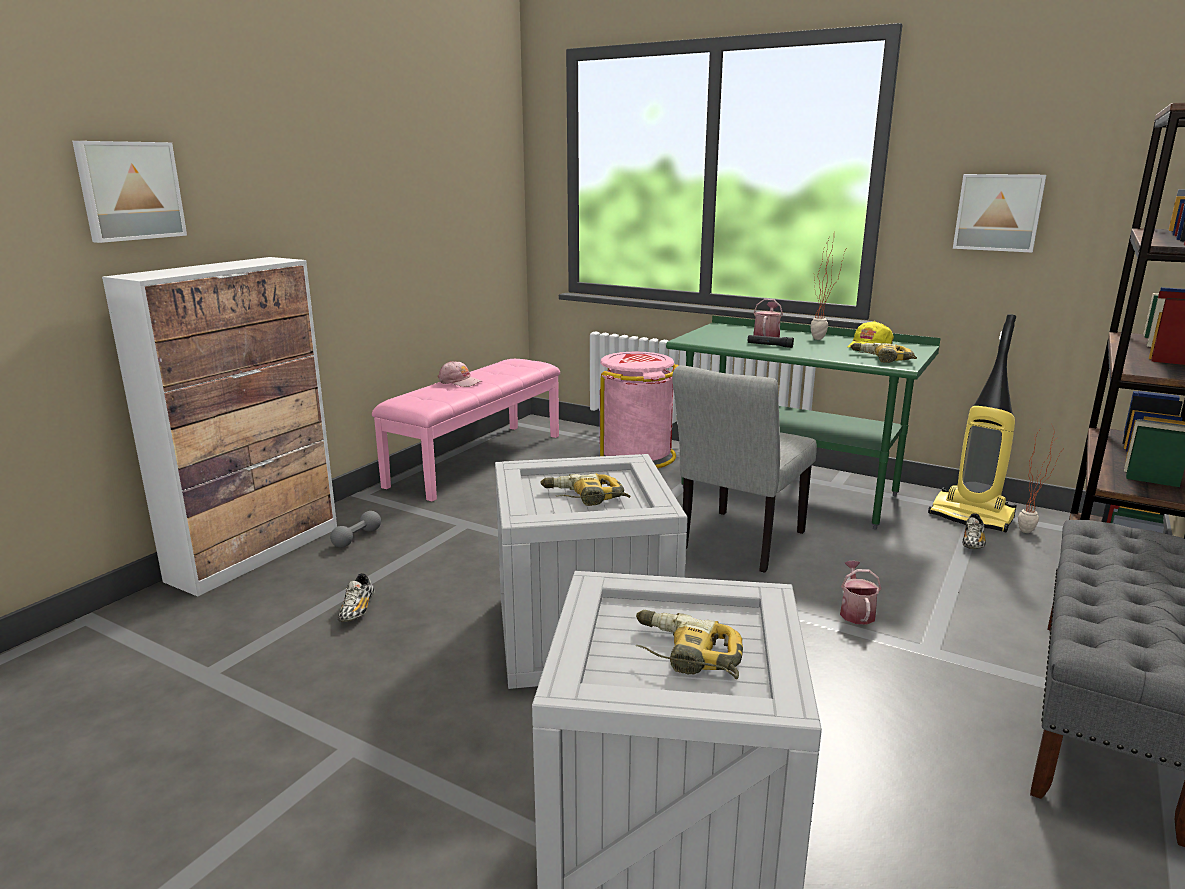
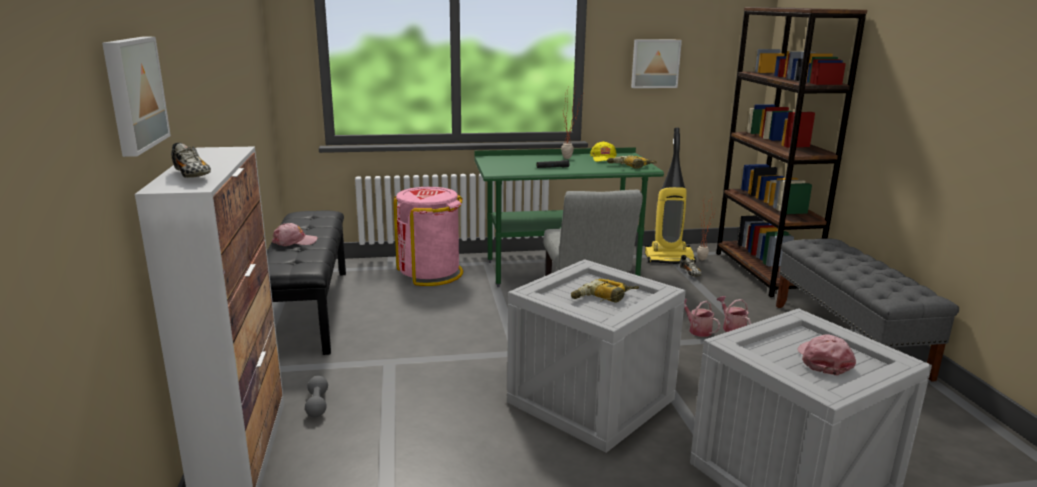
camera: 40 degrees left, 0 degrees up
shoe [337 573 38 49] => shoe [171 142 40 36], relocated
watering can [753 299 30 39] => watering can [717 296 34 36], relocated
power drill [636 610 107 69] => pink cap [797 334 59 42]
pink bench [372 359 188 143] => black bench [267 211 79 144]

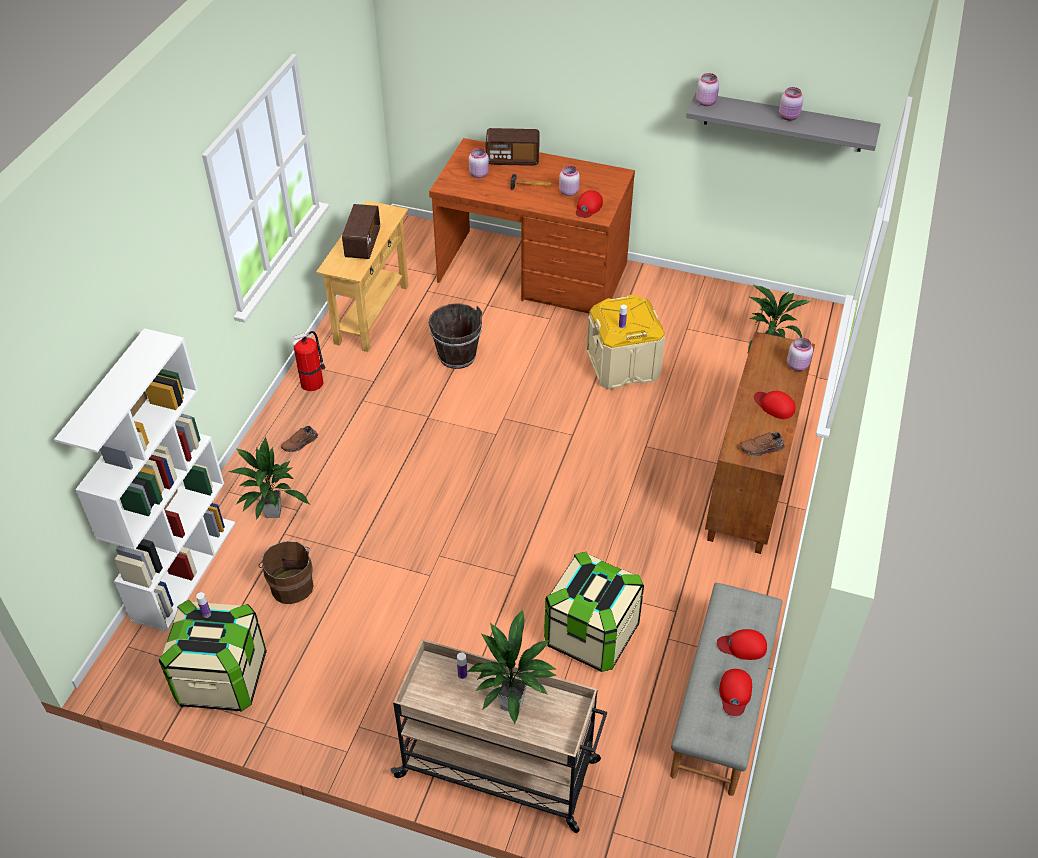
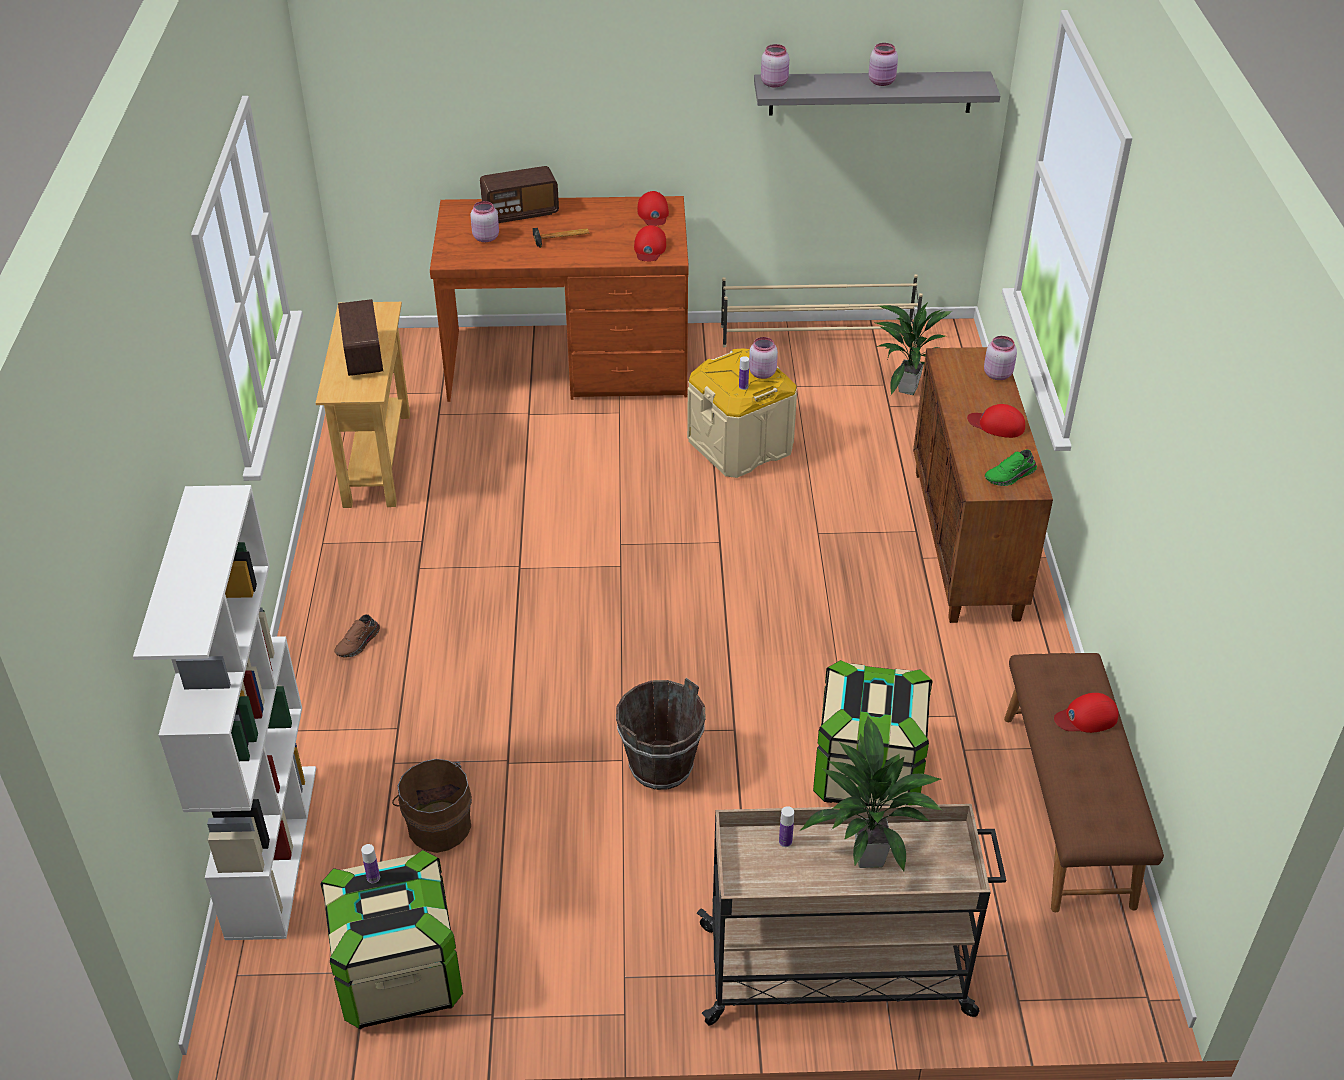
camera: 20 degrees left, 5 degrees down
potted plant [228 436 82 84] => nothing
fire extinguisher [292 331 34 60] => nothing
nothing => beige shoe rack [721 274 202 74]
brown bucket [428 303 54 66] => brown bucket [616 678 90 112], relocated
pink jar [559 166 21 30] => pink jar [749 337 29 42], relocated
red cap [719 669 33 47] => red cap [637 191 32 35], relocated
grey bench [670 583 113 213] => brown bench [1004 653 160 259]
brown shoe [740 432 45 24] => green shoe [985 450 52 36]

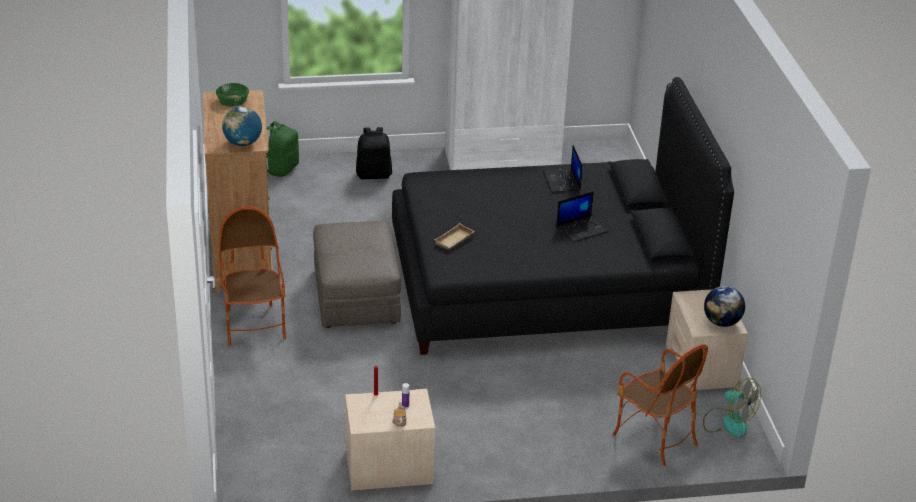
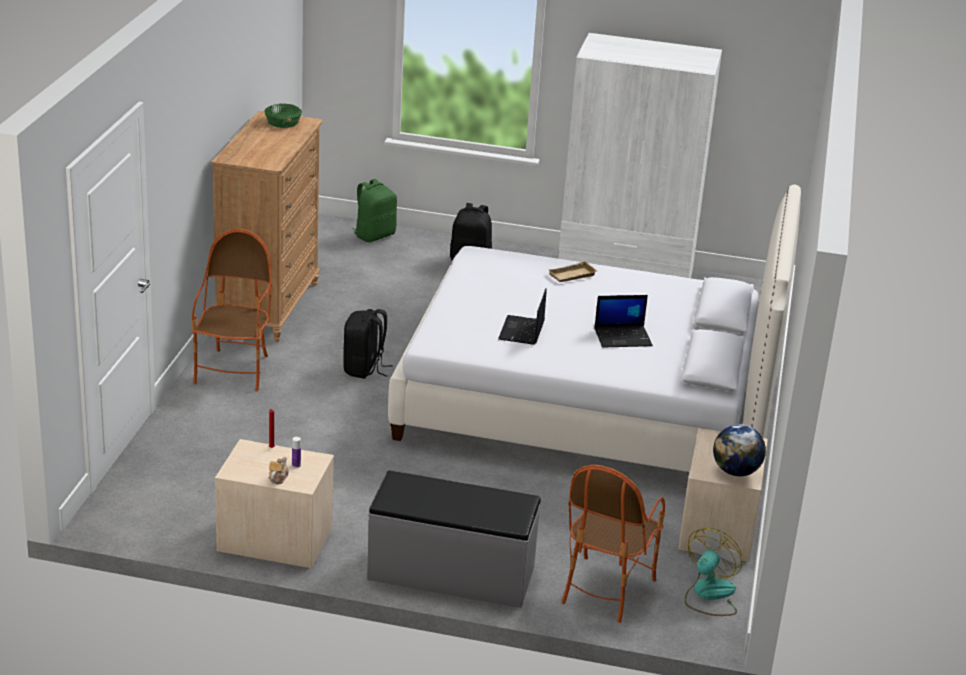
camera: 20 degrees right, 5 degrees down
globe [222 107 40 39] => nothing
nothing => grey bench [367 471 174 137]
beige tray [434 223 41 26] => beige tray [548 261 49 21], relocated
laptop [543 145 39 47] => laptop [498 288 49 57], relocated
grey ottoman [313 221 88 107] => black backpack [343 309 50 70]
black bed [392 77 342 278] => white bed [388 185 413 287]
armchair [612 344 96 122] => armchair [561 465 104 158], 45 degrees clockwise
fan [703 378 58 60] => fan [685 528 57 88], 120 degrees counterclockwise

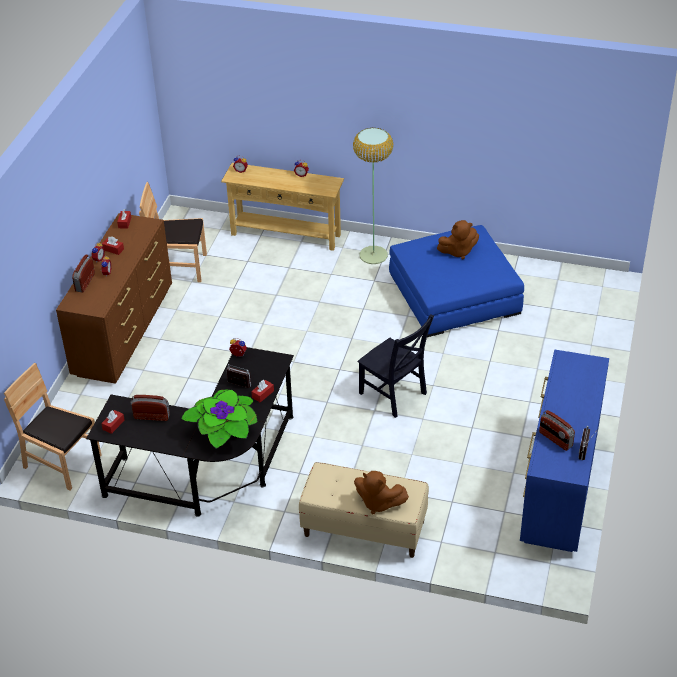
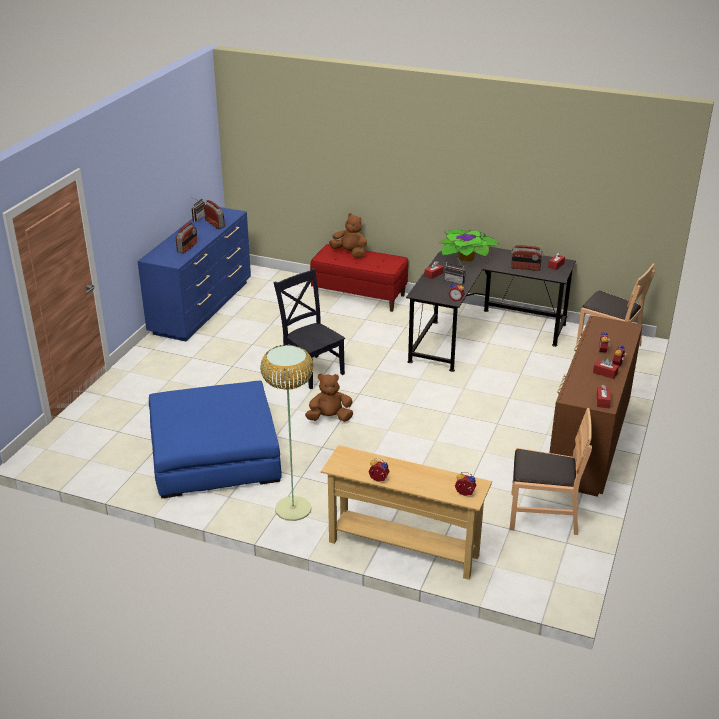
camera: 175 degrees left, 10 degrees down
radio [72 255 23 37] => radio [176 222 21 31], relocated
brown plush toy [437 220 42 39] => brown plush toy [305 373 48 49], relocated
beige bench [299 462 130 96] => red bench [310 244 98 68]

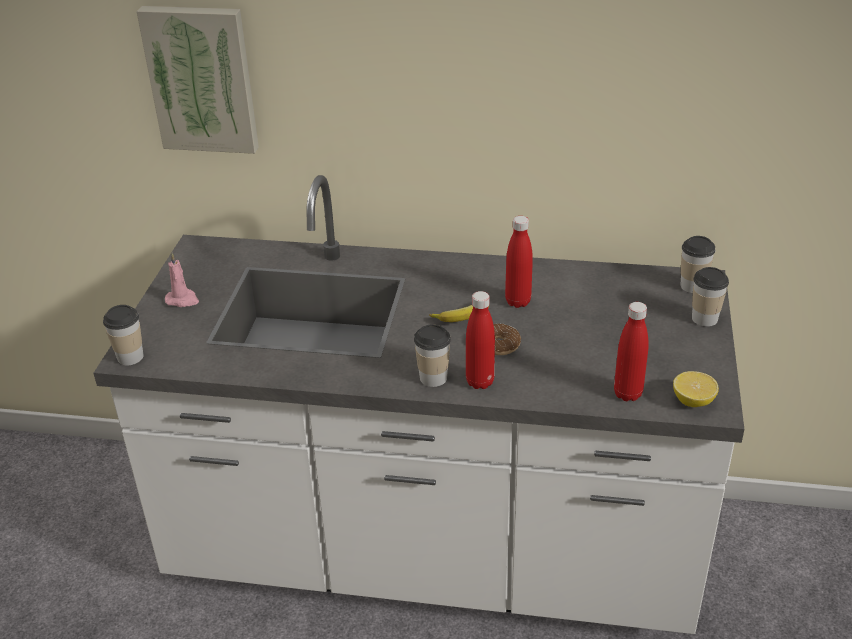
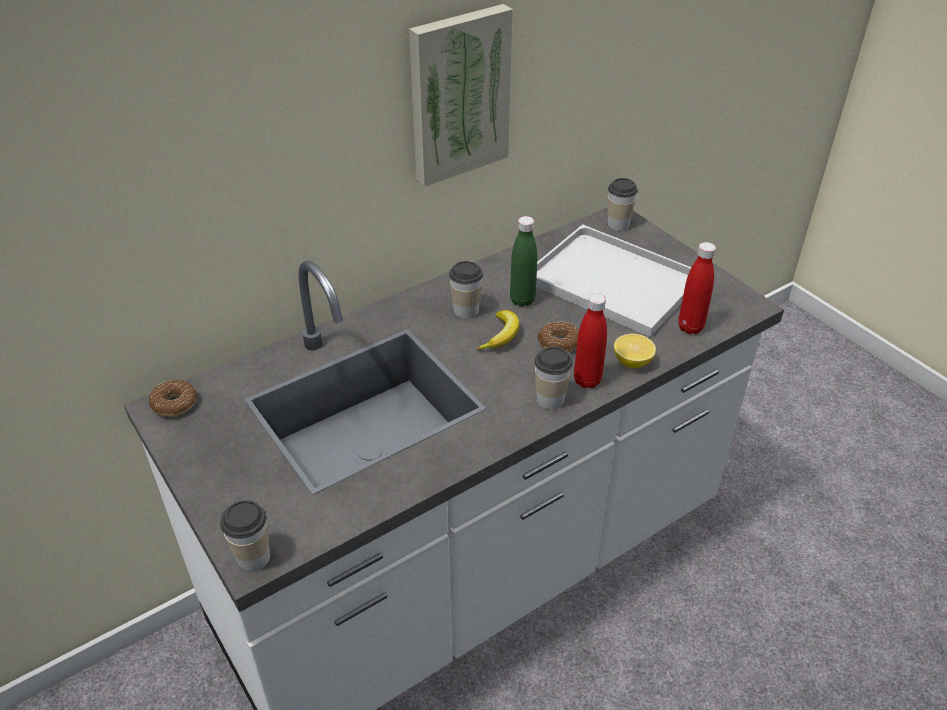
camera: 45 degrees left, 5 degrees up
pink candle [165 253 34 54] => nothing
nothing => donut [149 380 48 37]
nothing => white tray [536 224 156 113]
picture [136 6 123 148] => picture [409 4 104 183], relocated
lemon [673 371 46 36] => lemon [614 334 42 34], relocated
cup [692 267 37 60] => cup [449 261 34 57], relocated
red bottle [505 216 28 92] => green bottle [510 216 27 91]

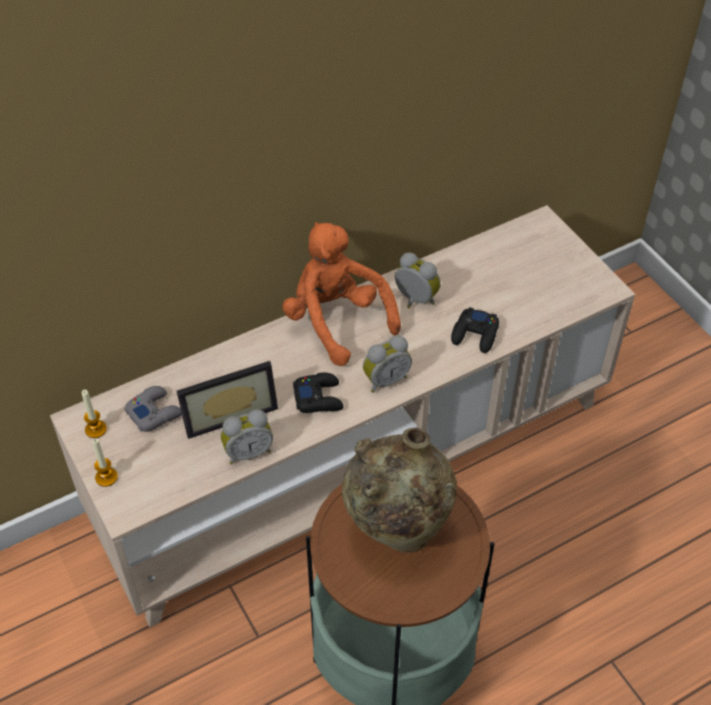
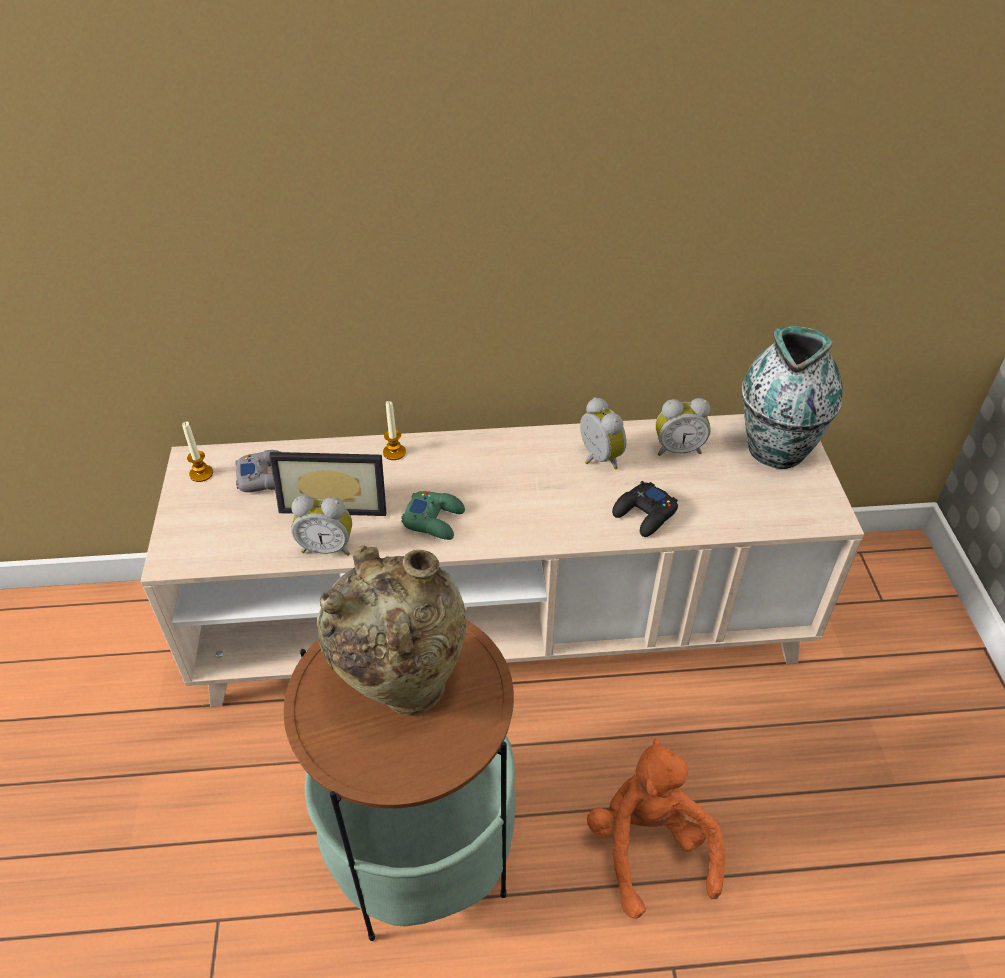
camera: 25 degrees right, 5 degrees down
nothing => vase [742 326 101 143]
candle [92 439 26 48] => candle [383 401 23 59], relocated
orange plush toy [282 222 119 144] => orange plush toy [587 738 139 181], relocated
alarm clock [363 336 49 57] => alarm clock [656 398 55 58], relocated
black game controller [293 373 51 40] => green game controller [401 491 64 49]

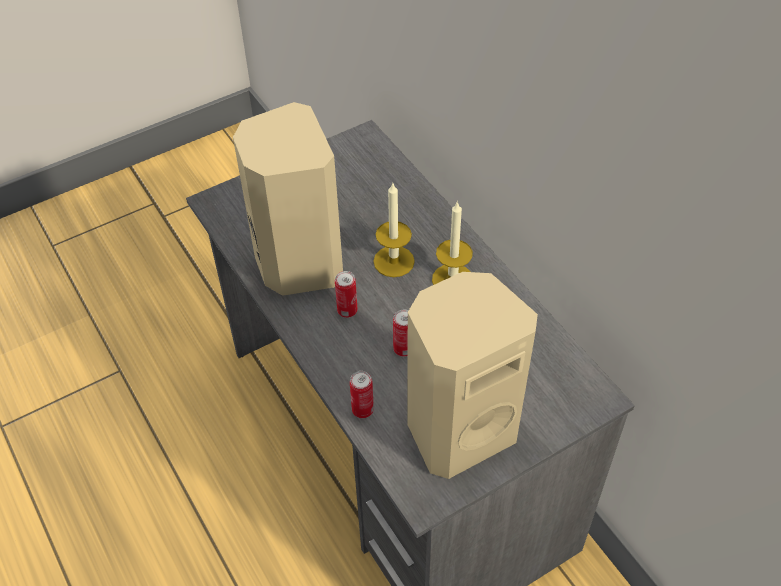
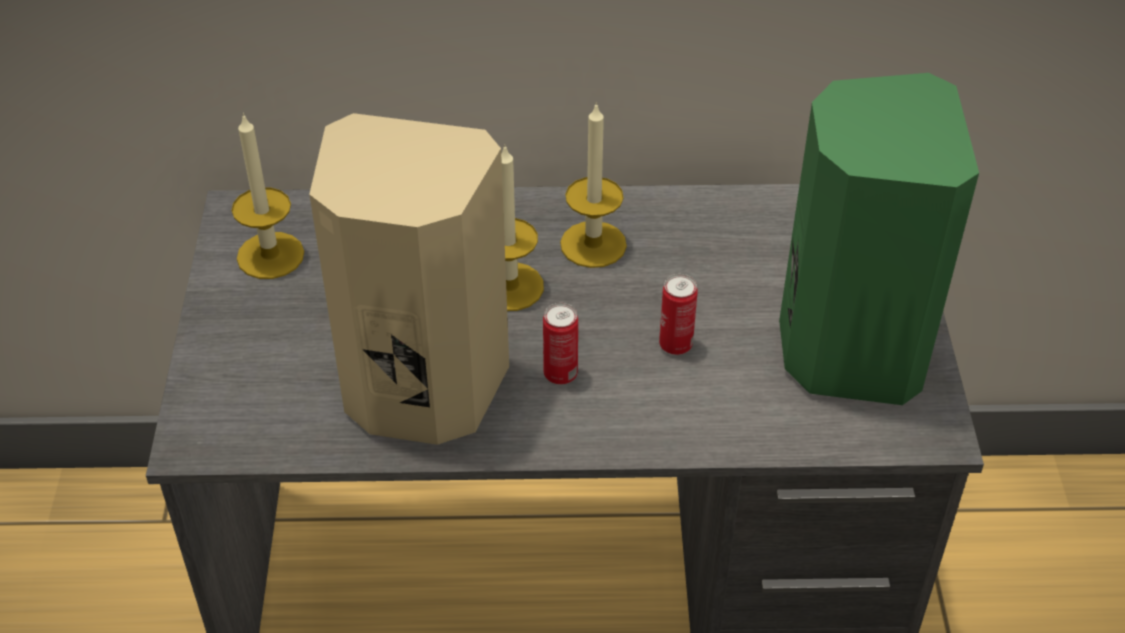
camera: 60 degrees left, 5 degrees down
can [350 371 24 47] => nothing
nothing => candle [231 113 73 166]
beige speaker [407 272 131 207] => green speaker [779 73 200 332]

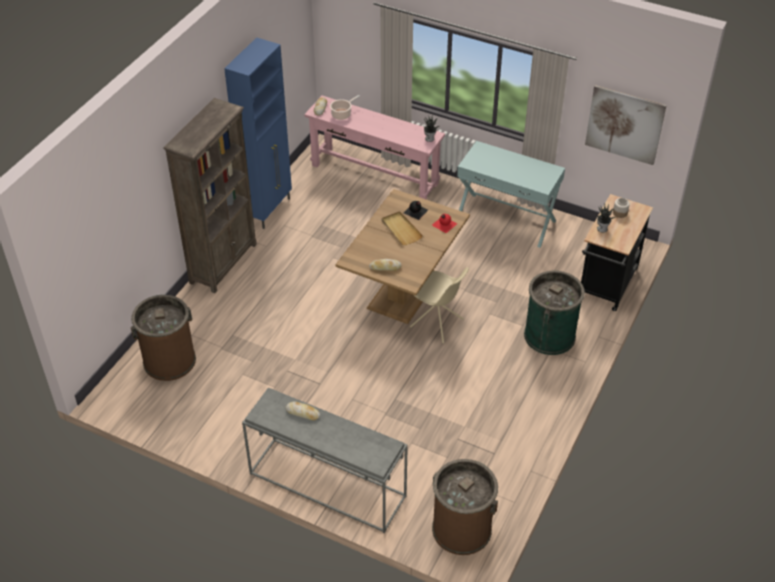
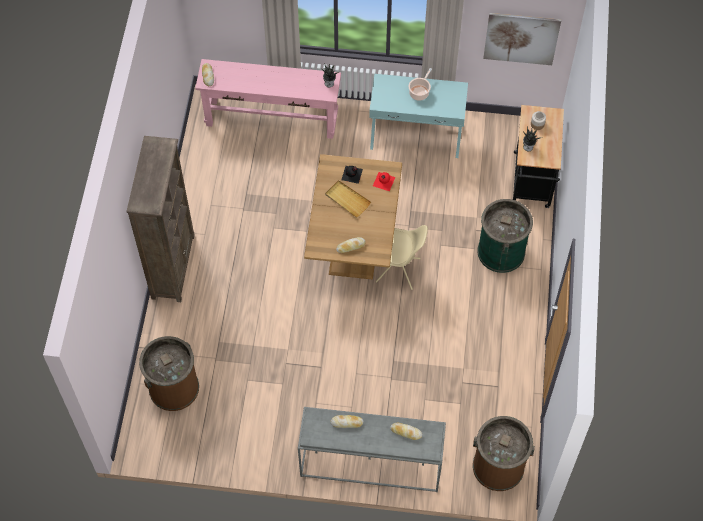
camera: 20 degrees left, 15 degrees up
blue cabinet [224 38 68 191] => nothing
nothing => bread [390 423 32 17]
cooking pot [330 95 30 25] => cooking pot [409 68 23 33], relocated

